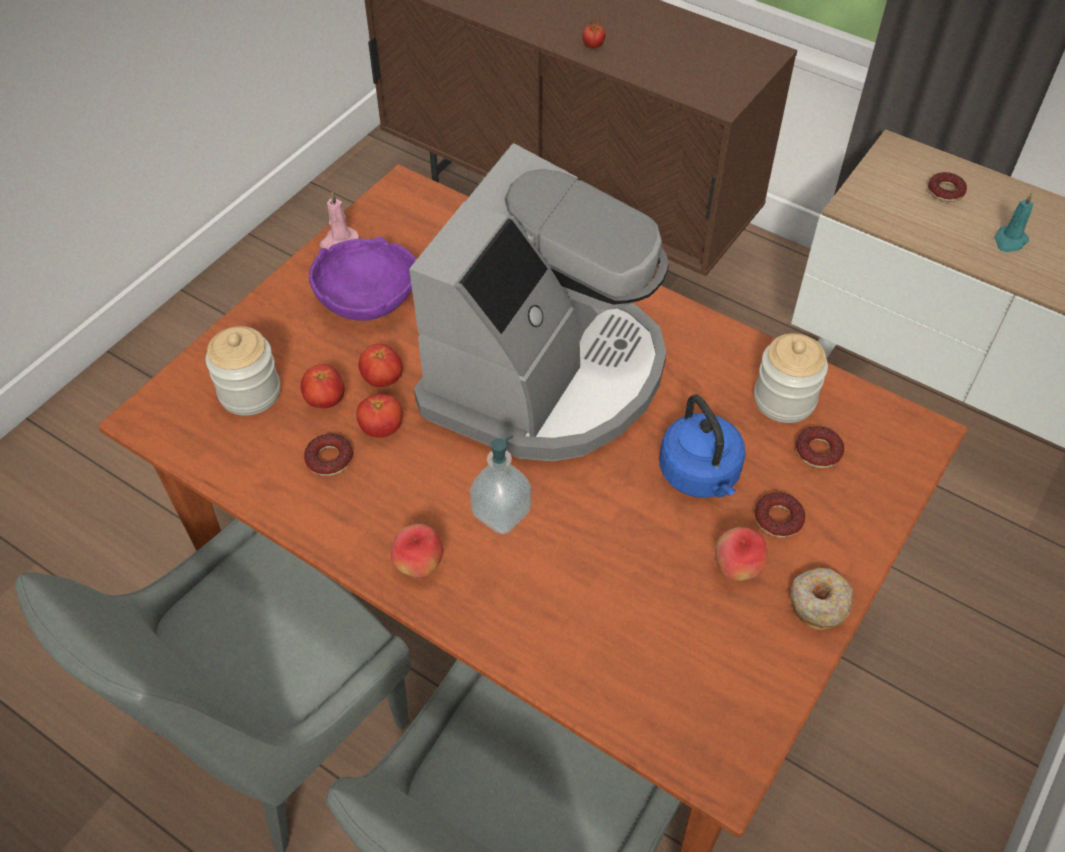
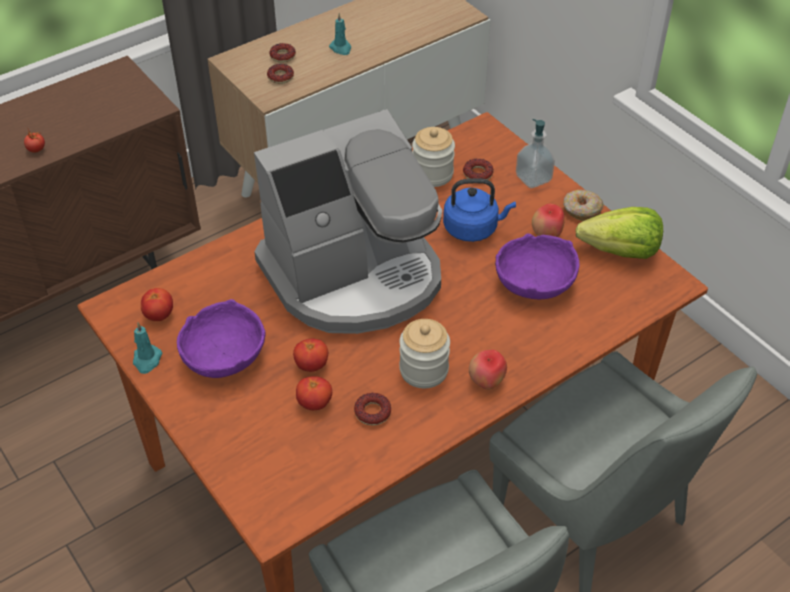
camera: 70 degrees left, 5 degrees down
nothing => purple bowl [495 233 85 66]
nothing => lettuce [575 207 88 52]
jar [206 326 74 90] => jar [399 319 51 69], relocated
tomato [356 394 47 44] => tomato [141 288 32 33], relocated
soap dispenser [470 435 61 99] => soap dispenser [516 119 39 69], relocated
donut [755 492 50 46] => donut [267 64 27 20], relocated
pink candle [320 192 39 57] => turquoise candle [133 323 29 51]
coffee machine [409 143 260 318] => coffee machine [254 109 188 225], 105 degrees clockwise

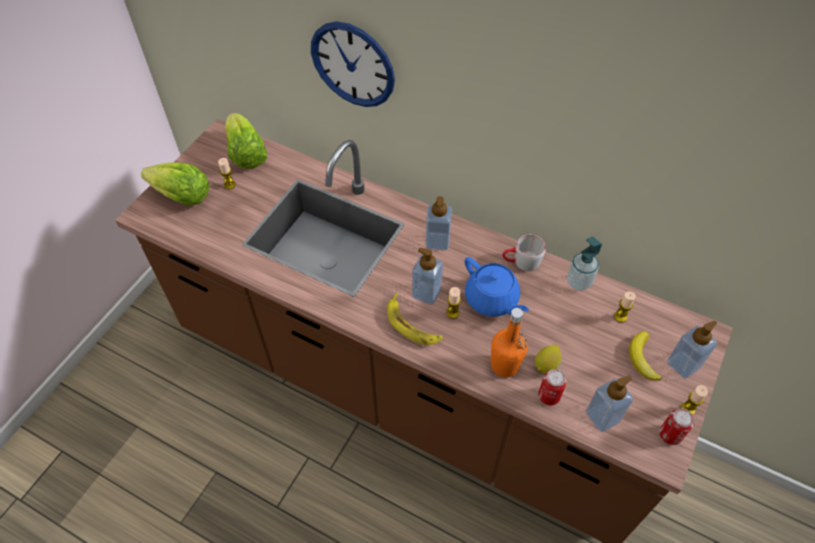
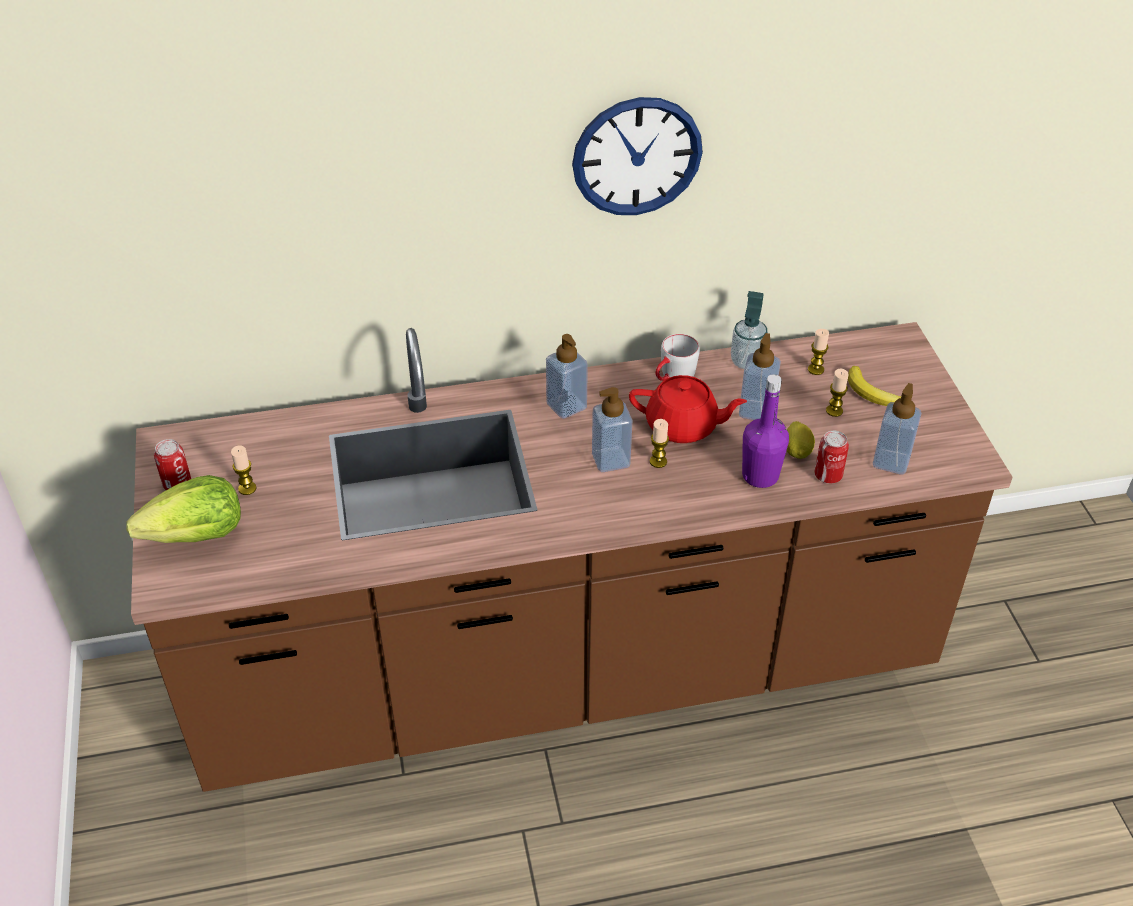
camera: 40 degrees left, 10 degrees down
lettuce [225 113 42 56] => nothing
banana [387 293 56 52] => nothing
wall clock [311 21 84 86] => wall clock [572 97 131 118], relocated
can [659 408 35 37] => can [154 439 37 51], relocated
soap dispenser [667 320 51 59] => soap dispenser [739 333 42 87], relocated
candle [681 385 27 30] => candle [826 369 23 48], relocated
blue teapot [465 257 64 60] => red teapot [629 375 118 68]
orange bottle [490 308 38 70] => purple bottle [742 374 47 114]

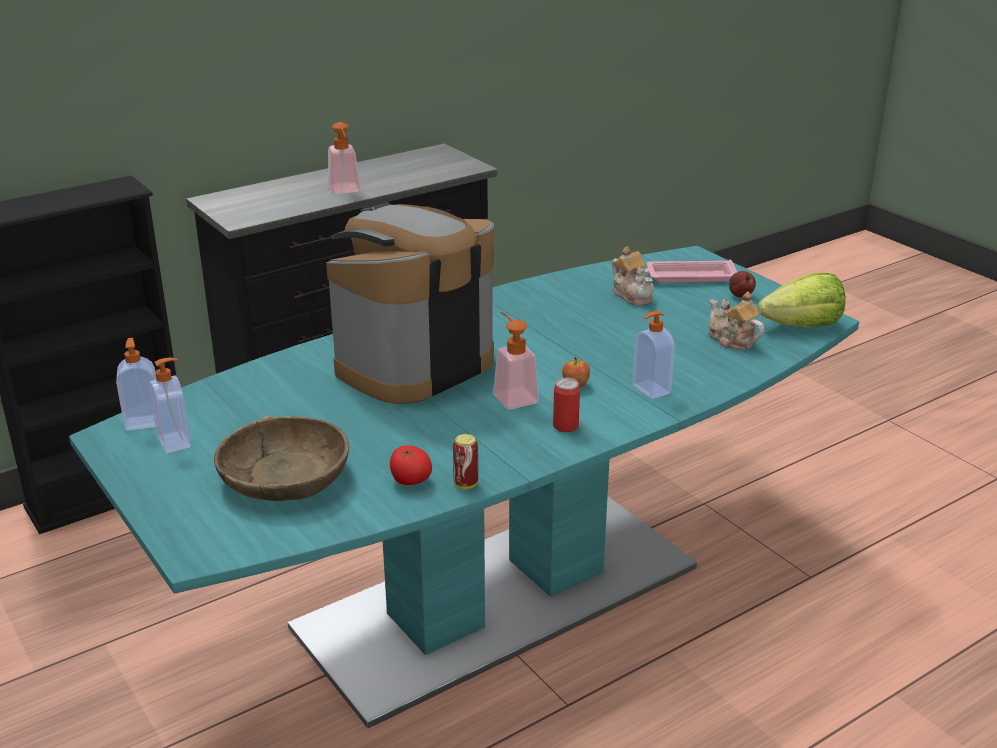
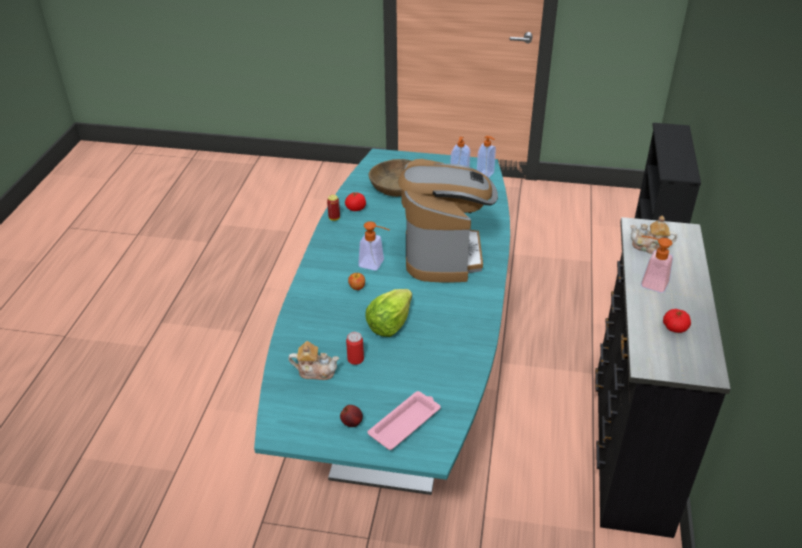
camera: 135 degrees right, 10 degrees up
soap dispenser [632 311 43 88] => nothing
nothing => tomato [663 309 28 24]
can [553 378 27 54] => can [346 332 18 33], relocated
teapot [612 247 42 59] => teapot [630 215 47 39], relocated
lettuce [758 273 87 54] => lettuce [365 289 47 48], relocated

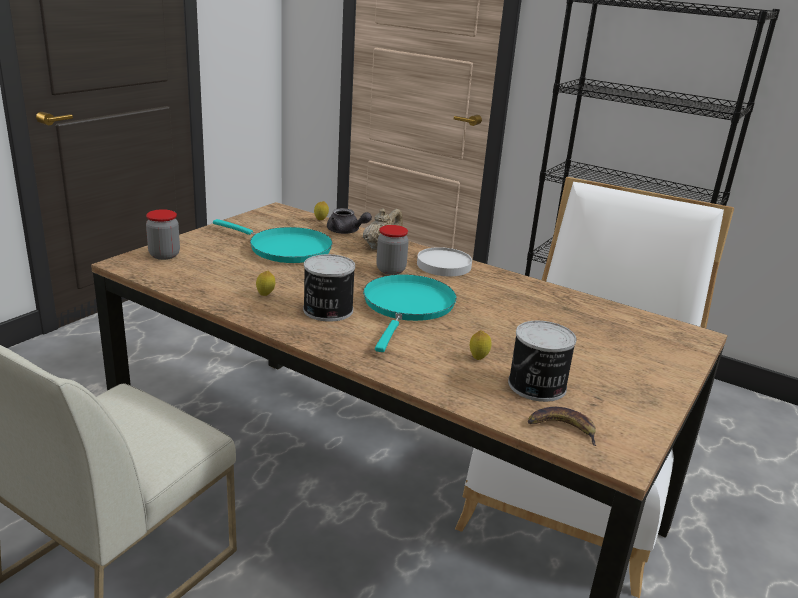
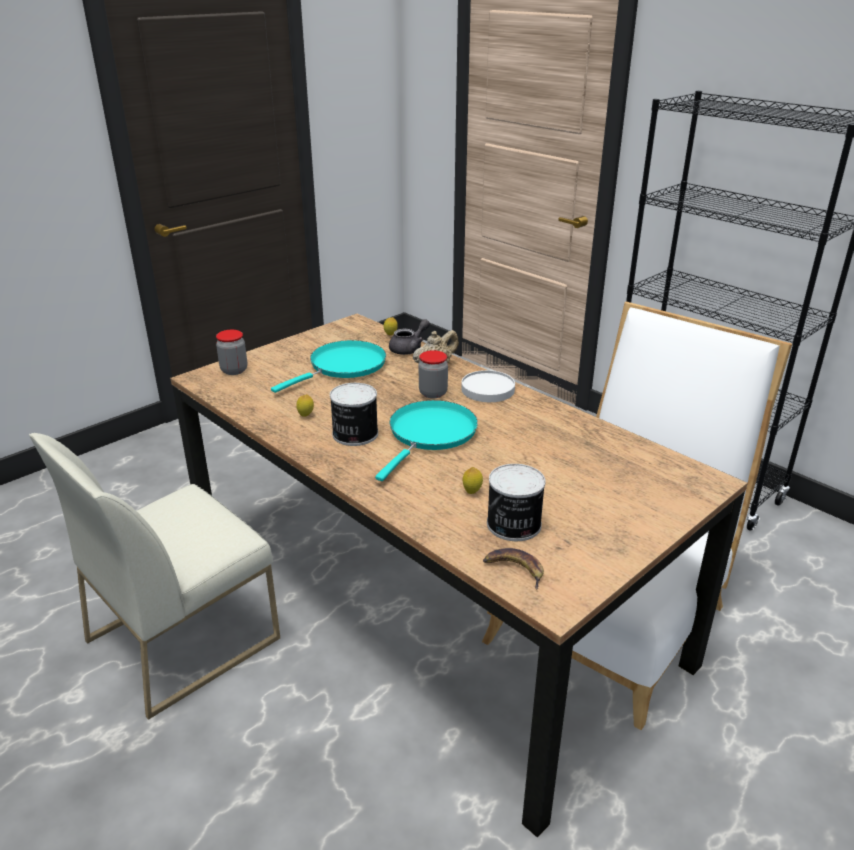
camera: 15 degrees right, 5 degrees up
turquoise frying pan [213 219 120 44] => turquoise frying pan [271 340 115 53], 90 degrees counterclockwise
grey teapot [327 208 45 26] => grey teapot [389 319 41 36], 90 degrees counterclockwise

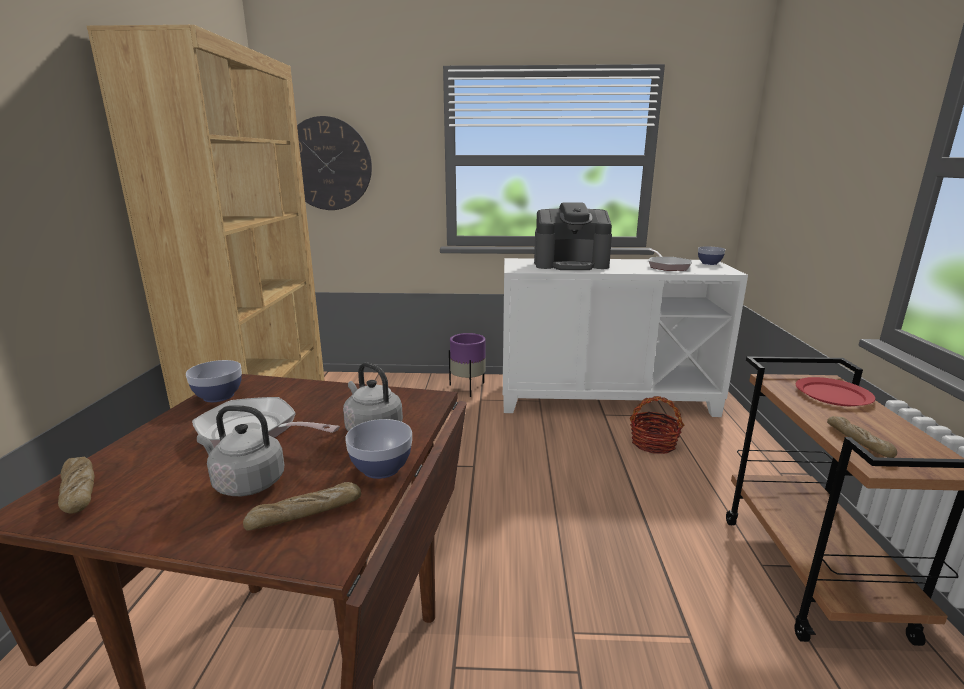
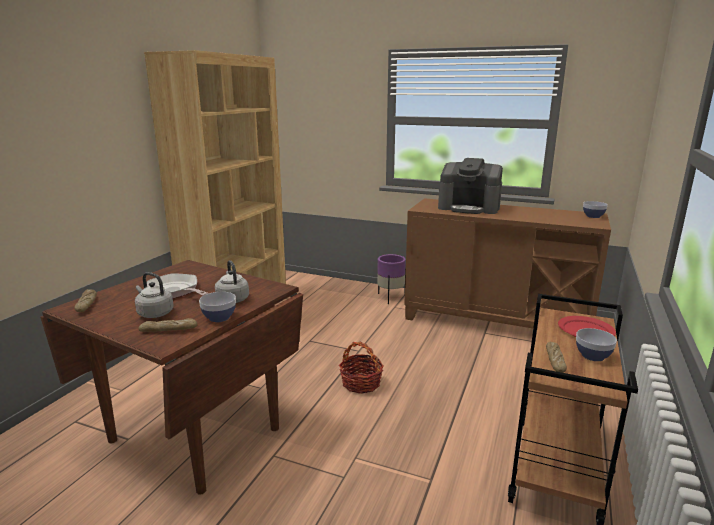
camera: 20 degrees right, 0 degrees up
wall clock [297 116 75 94] => nothing
frying pan [648 249 44 22] => nothing
bowl [186 360 56 42] => bowl [576 328 41 33], relocated
basket [630 396 54 58] => basket [339 342 45 52], relocated
white cabinet [503 258 245 159] => brown cabinet [404 198 207 130]

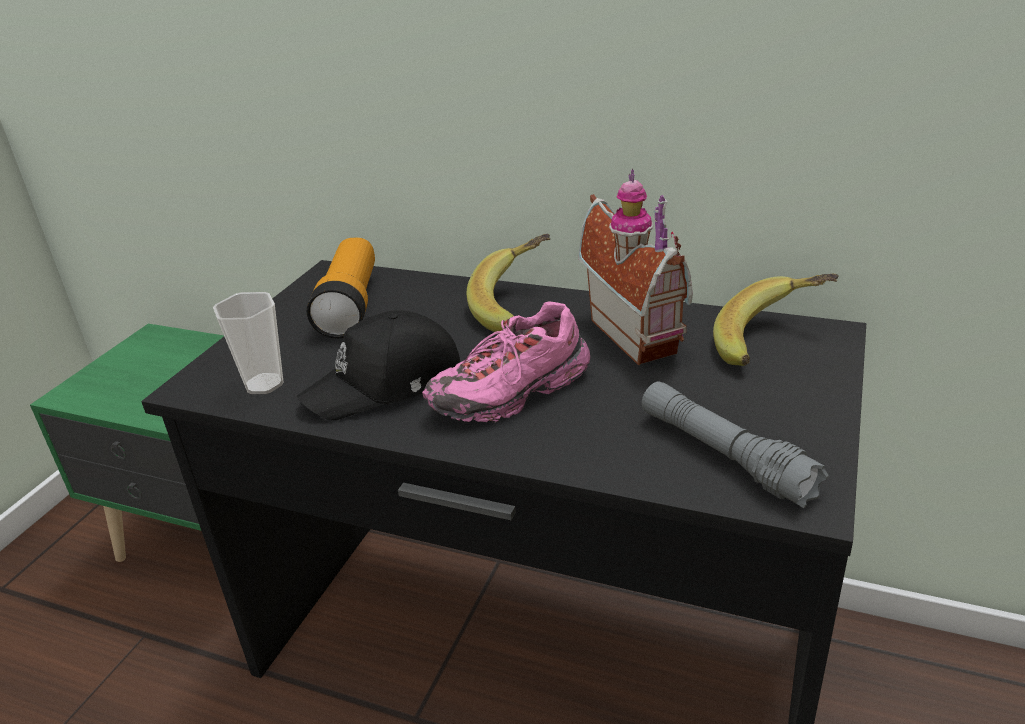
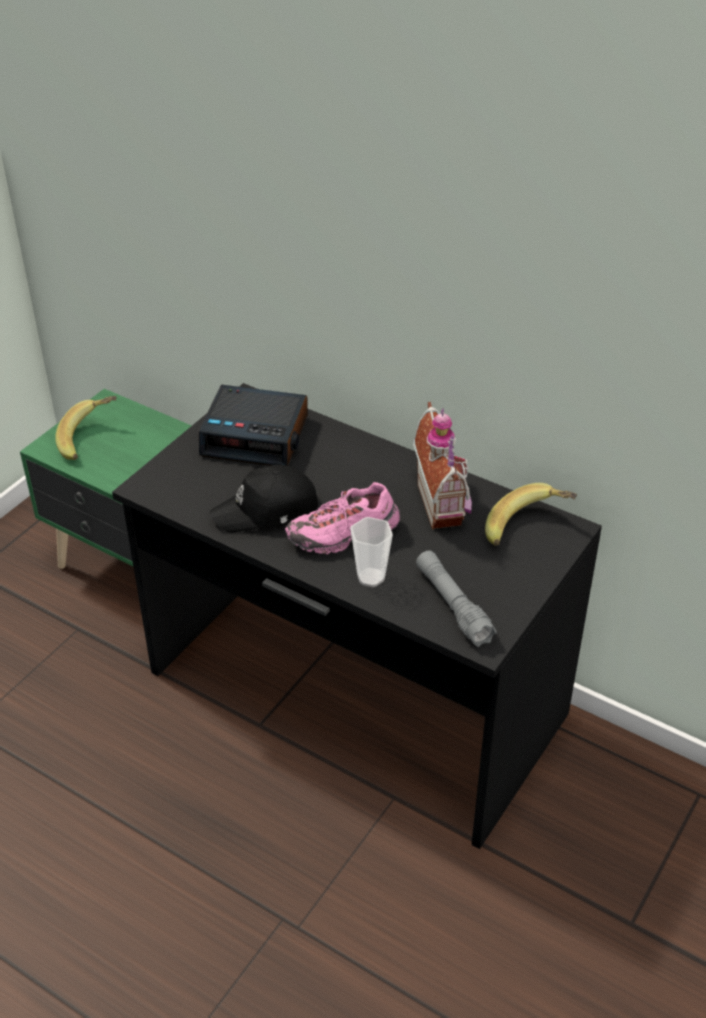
camera: 10 degrees right, 10 degrees up
cup [213 292 71 102] => cup [350 517 43 70], relocated
banana [467 234 83 98] => banana [55 396 62 64], relocated
flashlight [306 237 69 101] => alarm clock [199 385 109 81]

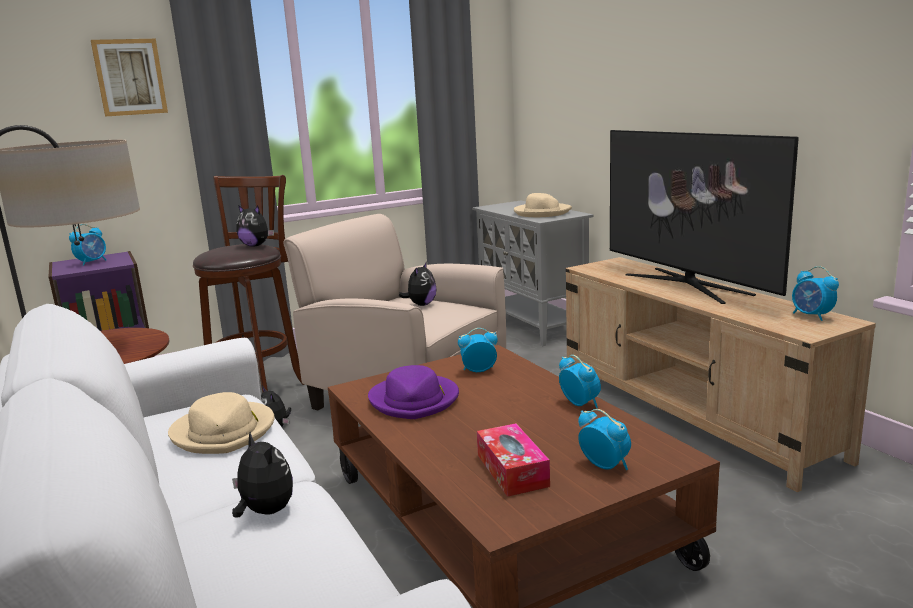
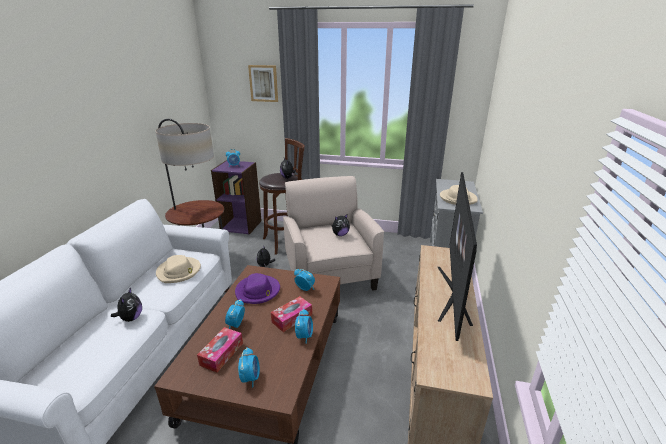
camera: 40 degrees right, 10 degrees up
nothing => tissue box [271 296 41 36]
alarm clock [792 266 47 55] => alarm clock [225 299 20 30], relocated

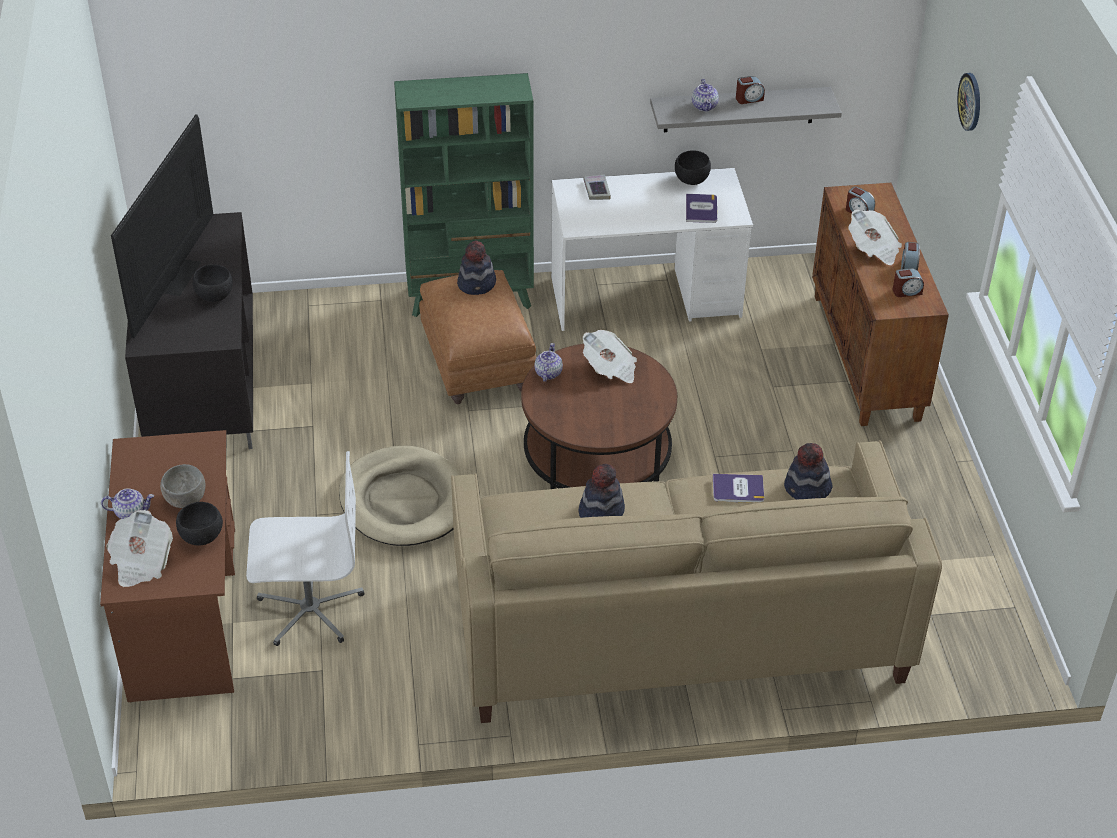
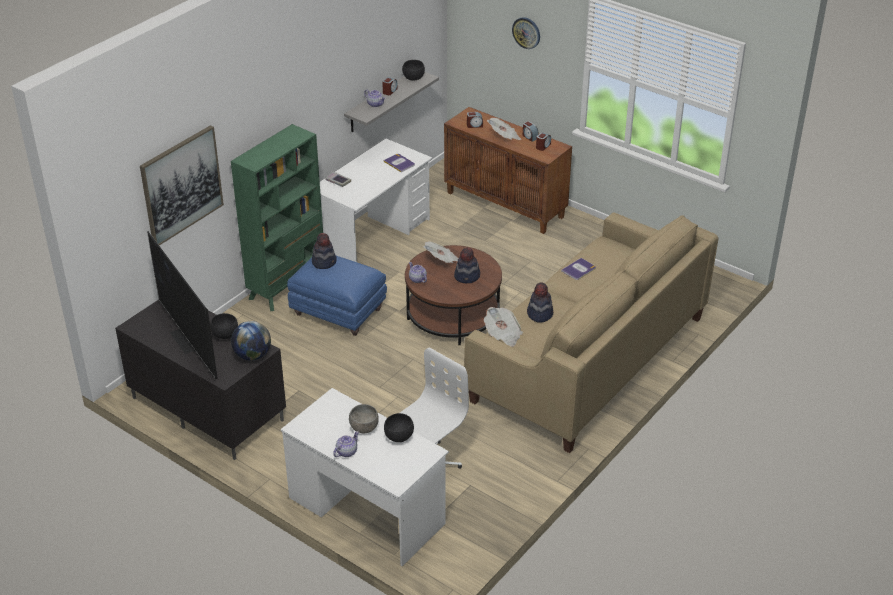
camera: 45 degrees left, 5 degrees down
beige dog bed [339 446 123 100] => nothing
nothing => picture [140 125 84 120]
nothing => globe [231 321 40 39]
newspaper [106 510 67 77] => newspaper [484 307 39 40], relocated
black bowl [675 150 36 35] => black bowl [402 60 23 21], relocated
hat [784 443 49 57] => hat [454 247 26 36], relocated
brown desk [100 430 135 272] => white desk [281 388 168 178]
brown ottoman [419 270 118 134] => blue ottoman [287 256 100 80]

